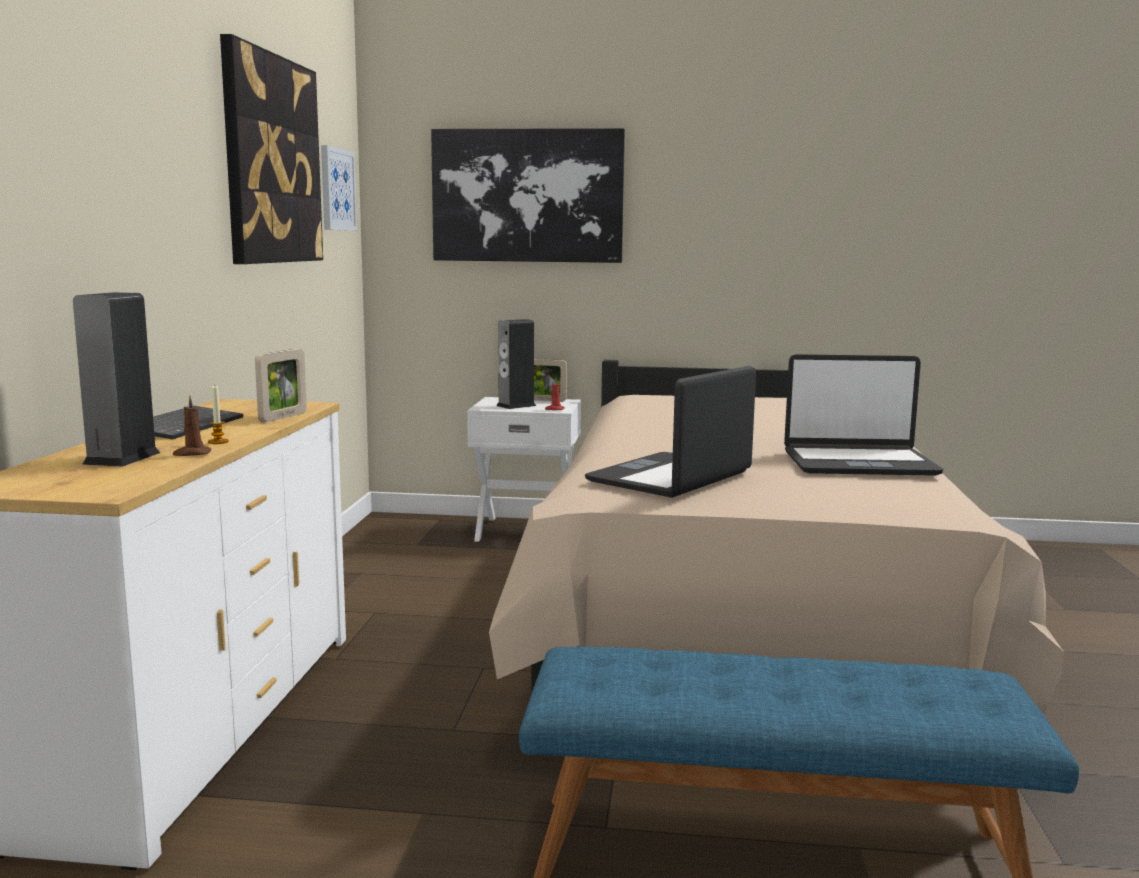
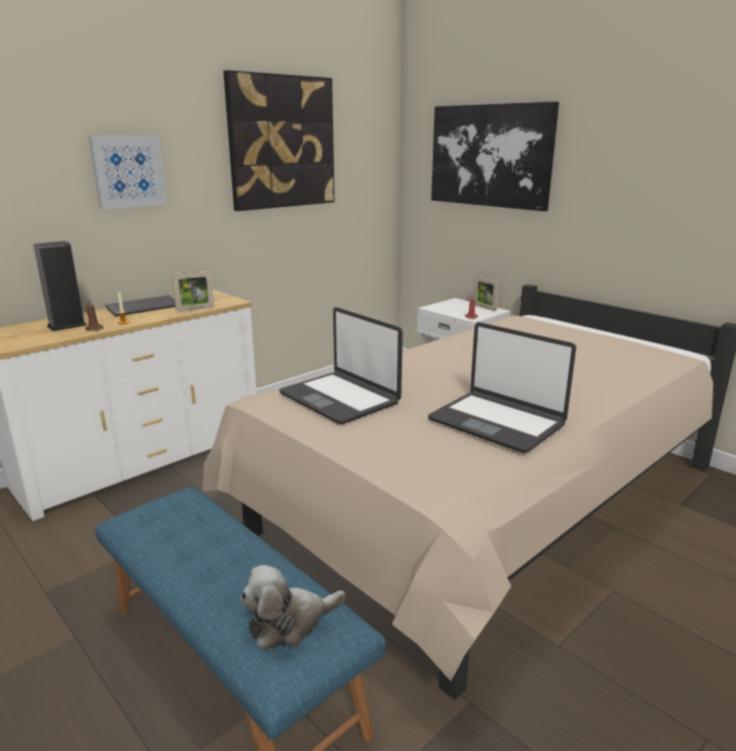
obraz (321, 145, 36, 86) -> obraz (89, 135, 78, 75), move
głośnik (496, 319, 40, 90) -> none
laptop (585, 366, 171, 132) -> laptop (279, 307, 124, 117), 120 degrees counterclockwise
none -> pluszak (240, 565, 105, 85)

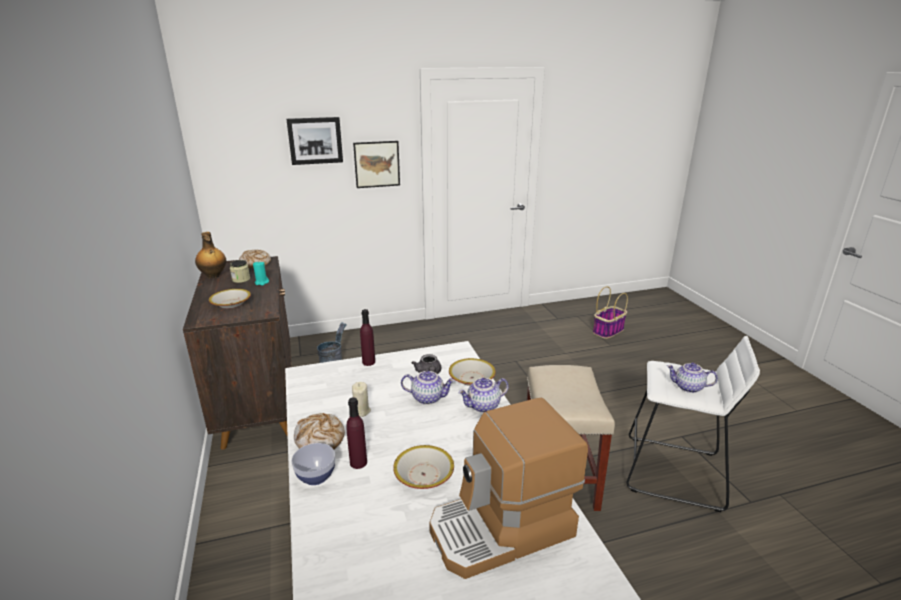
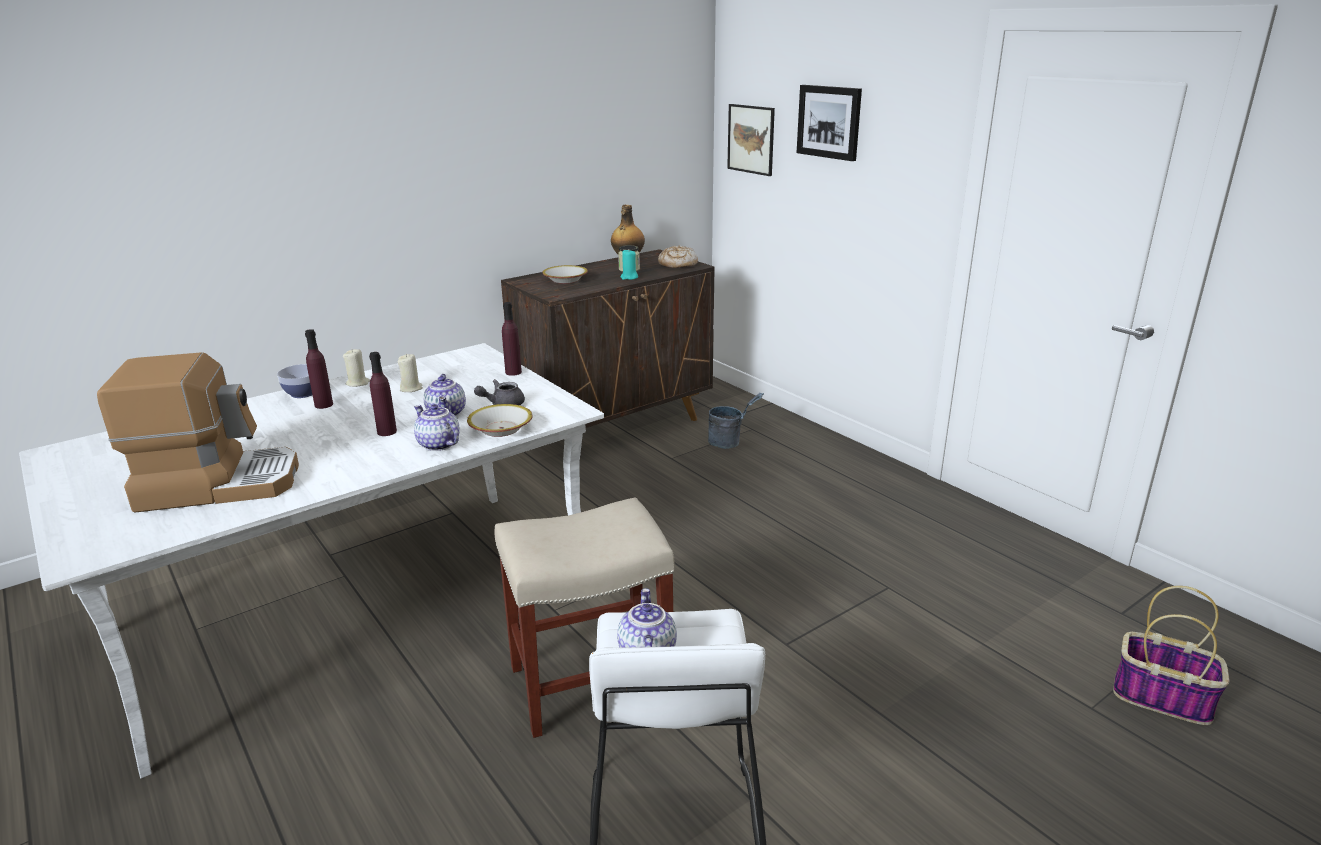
obraz (353, 141, 47, 47) -> obraz (727, 104, 48, 72), move
ekspres do kawy (429, 398, 159, 181) -> ekspres do kawy (97, 352, 202, 161), 120 degrees clockwise
chleb (294, 413, 51, 36) -> świeca/beżowy (343, 349, 27, 38)
miska (393, 445, 61, 44) -> none
none -> butelka/fioletowy (369, 352, 28, 84)

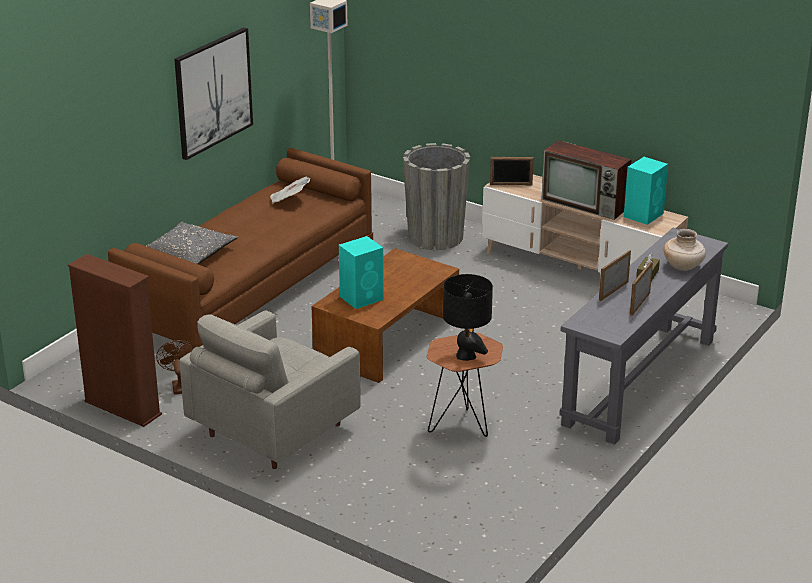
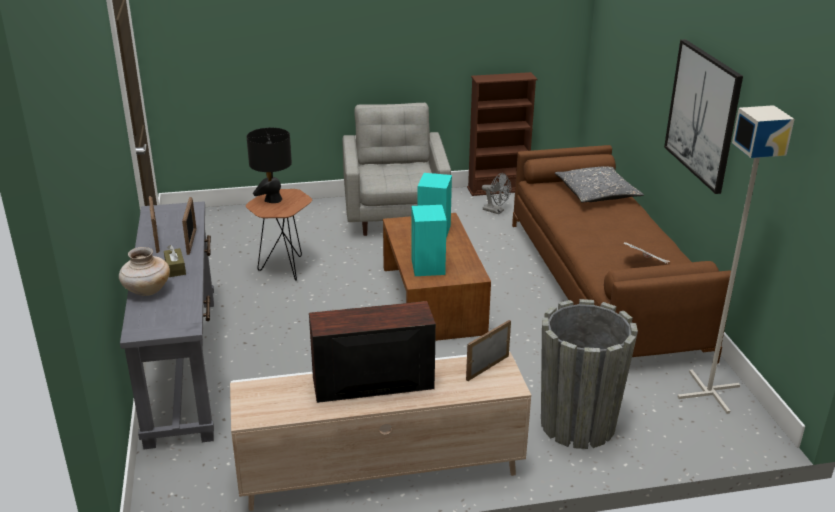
głośnik/turkusowy (624, 157, 44, 68) -> głośnik/turkusowy (411, 205, 36, 71), move
wentylator/brązowy (156, 340, 39, 55) -> wentylator/szary (482, 173, 29, 41)

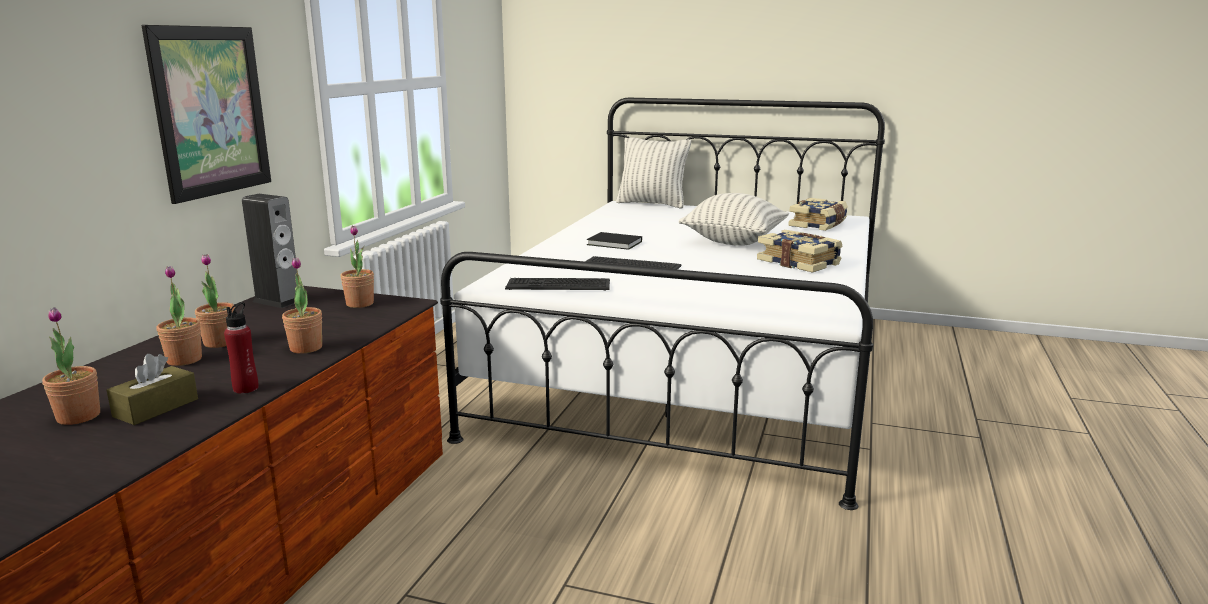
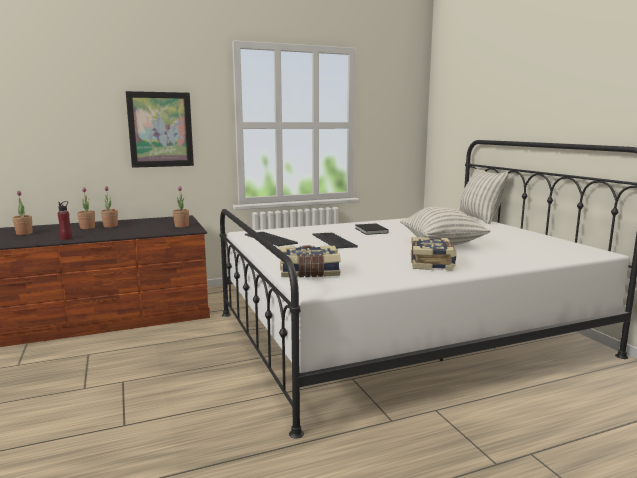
głośnik (242, 194, 55, 114) -> none
książka (788, 198, 60, 33) -> książka (280, 245, 61, 33), move
roślina doniczkowa (282, 257, 40, 97) -> none
pudełko chusteczek/brązowy (106, 354, 92, 71) -> none

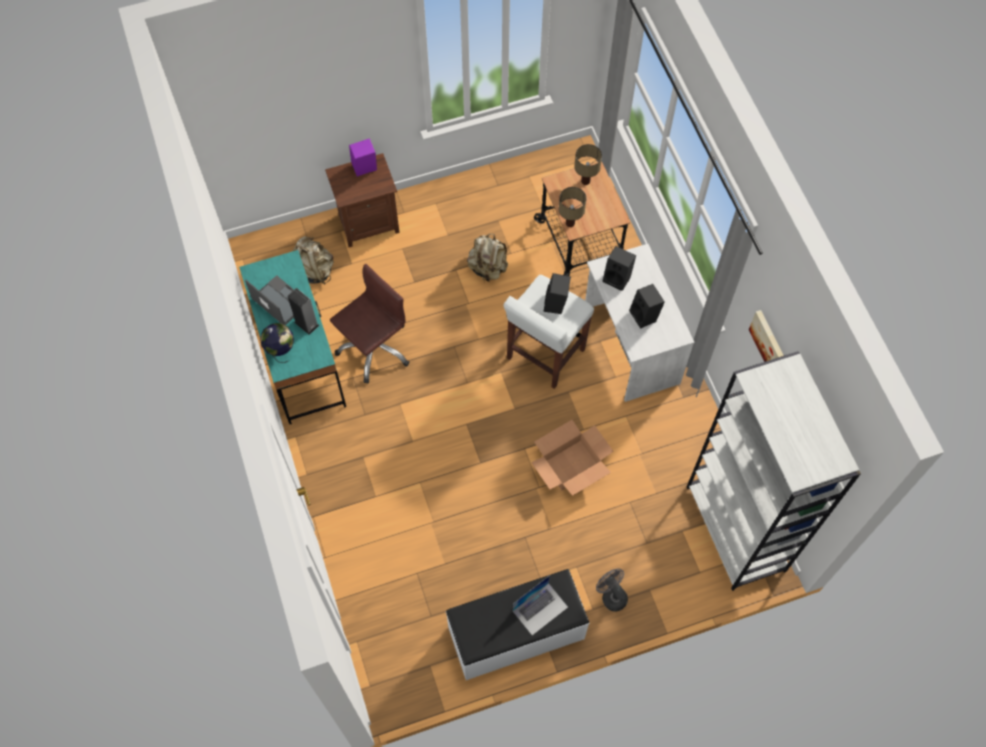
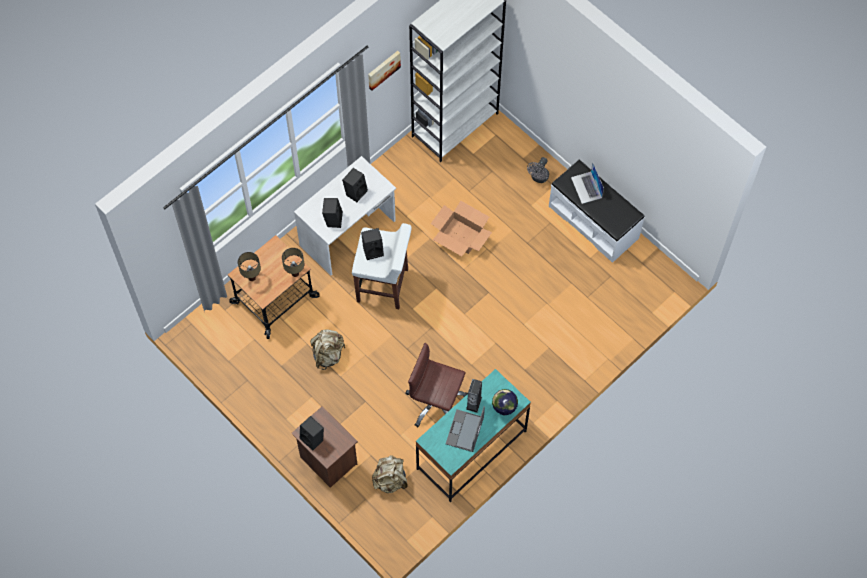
głośnik/fioletowy (349, 138, 28, 39) -> głośnik/czarny (300, 416, 24, 35)
laptop (513, 575, 55, 60) -> laptop (571, 162, 33, 42), 135 degrees counterclockwise

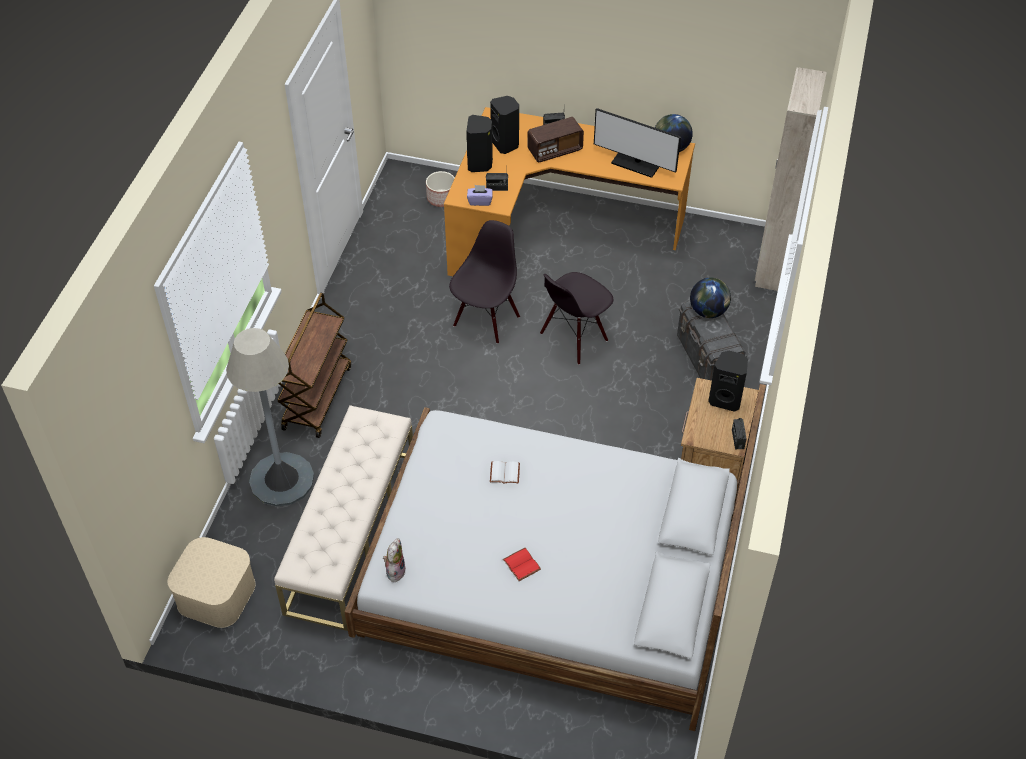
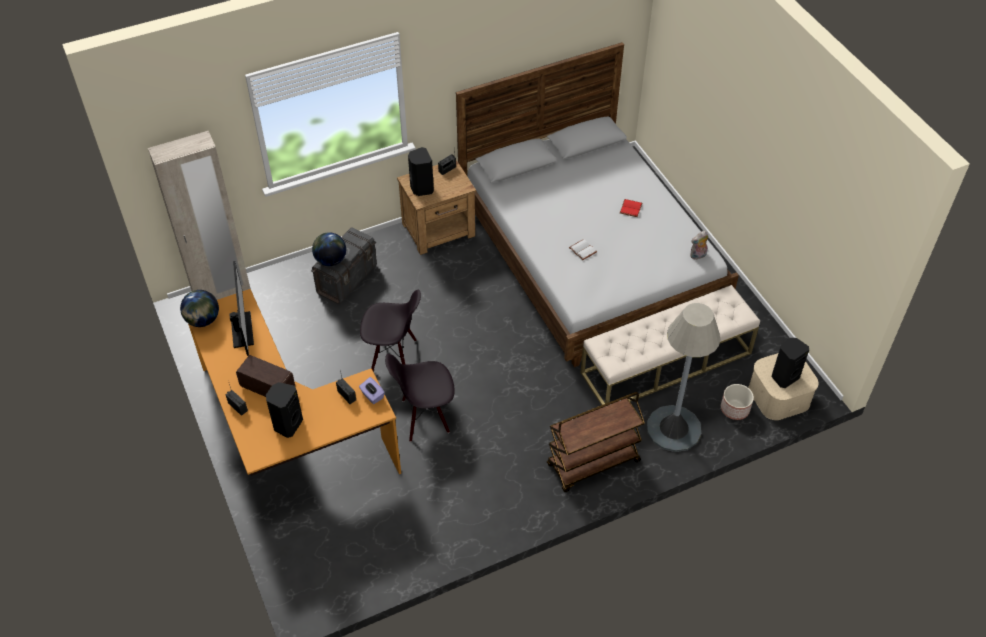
głośnik/czarny (466, 115, 27, 57) -> głośnik/czarny (772, 338, 37, 50), move
donica (426, 171, 29, 36) -> donica (721, 384, 33, 36), move

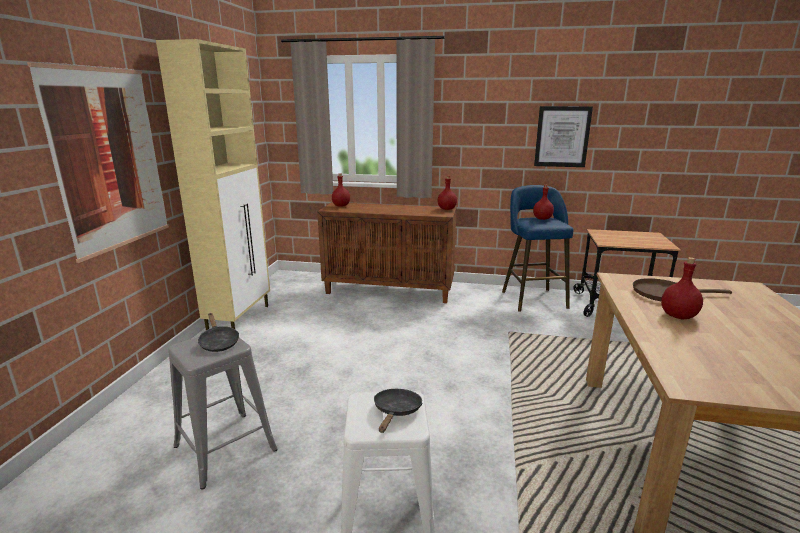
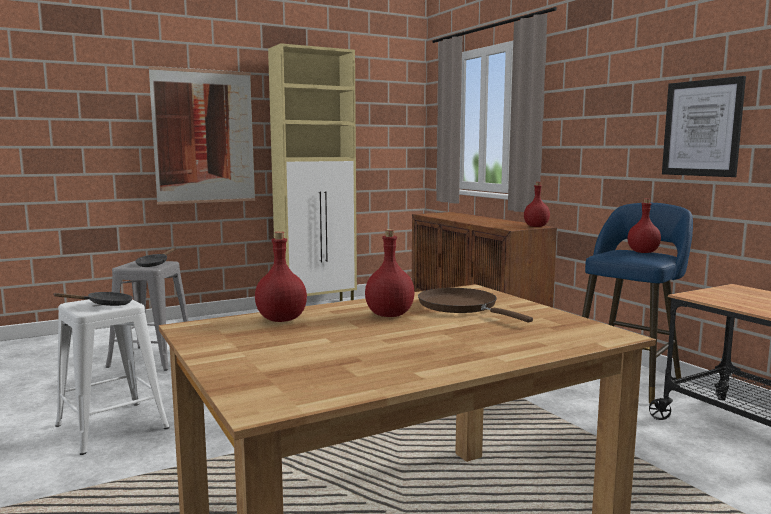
butelka/czerwony (332, 173, 18, 34) -> butelka/czerwony (255, 231, 52, 91), move

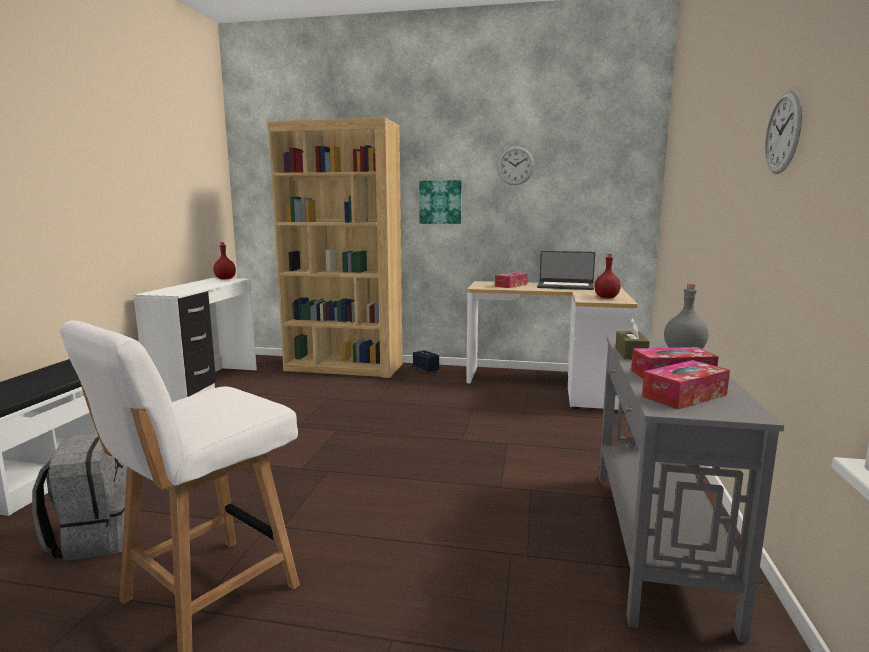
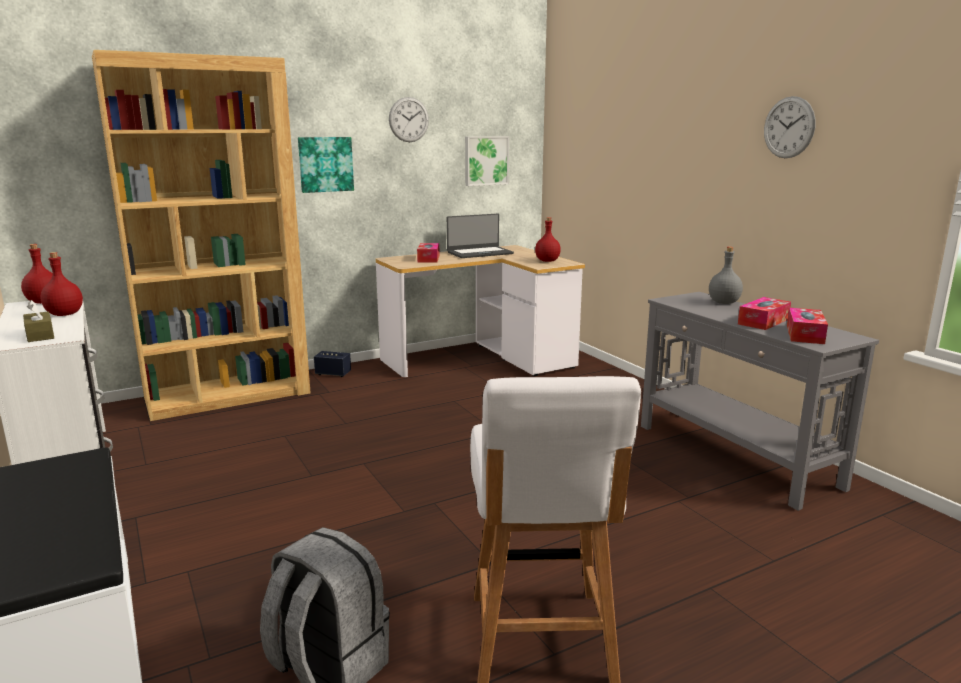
pudełko chusteczek/brązowy (615, 318, 35, 41) -> pudełko chusteczek/brązowy (23, 300, 31, 42), move
none -> obraz (465, 136, 44, 50)
none -> butelka/czerwony (40, 252, 43, 64)

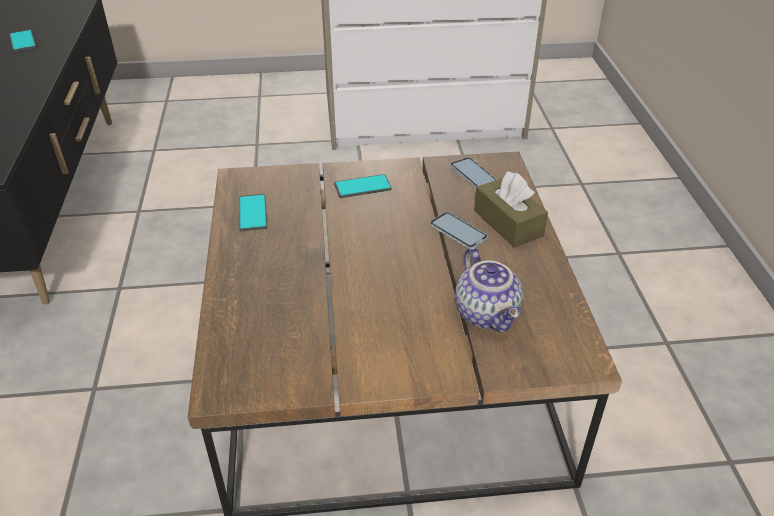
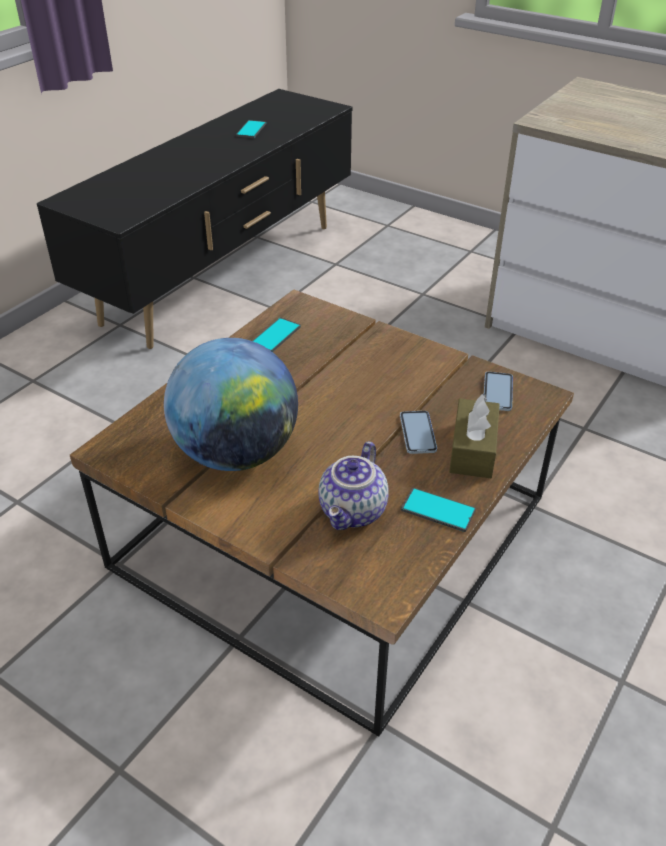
telefon (334, 174, 57, 24) -> telefon (401, 488, 75, 44), move
none -> globus (164, 338, 134, 133)

